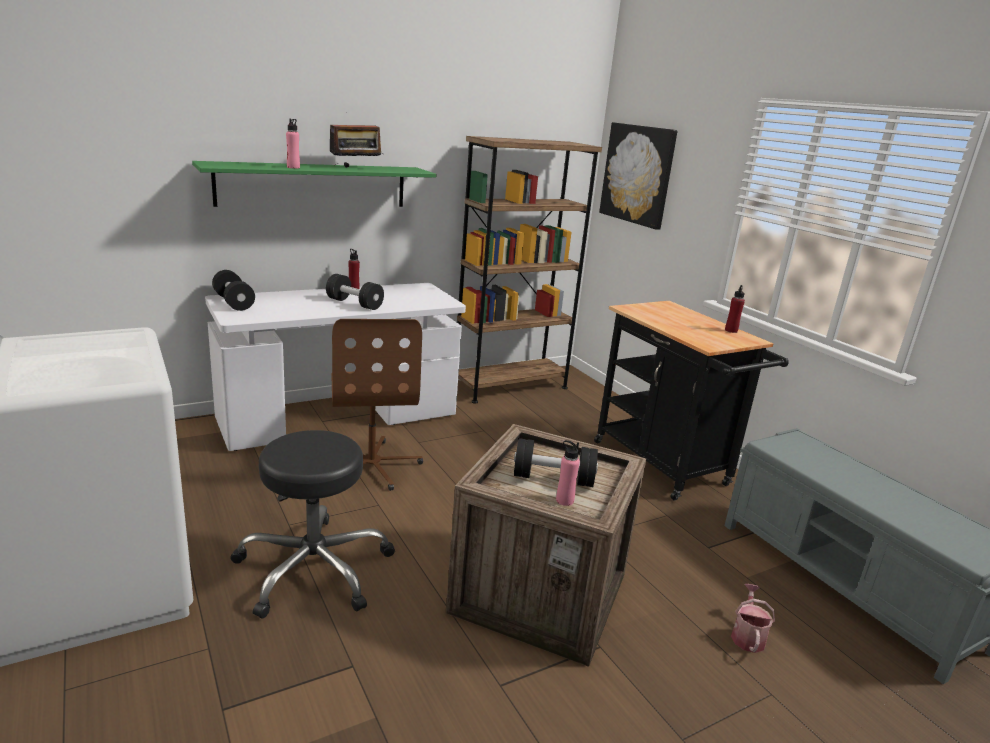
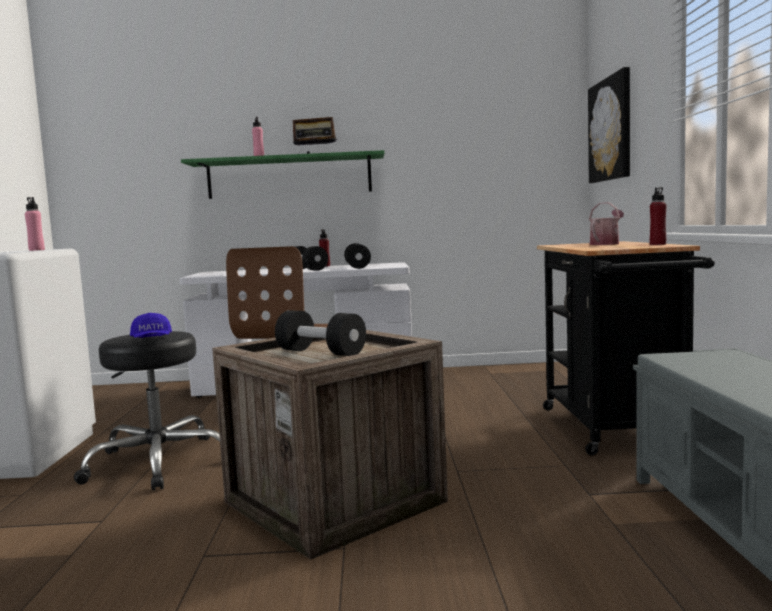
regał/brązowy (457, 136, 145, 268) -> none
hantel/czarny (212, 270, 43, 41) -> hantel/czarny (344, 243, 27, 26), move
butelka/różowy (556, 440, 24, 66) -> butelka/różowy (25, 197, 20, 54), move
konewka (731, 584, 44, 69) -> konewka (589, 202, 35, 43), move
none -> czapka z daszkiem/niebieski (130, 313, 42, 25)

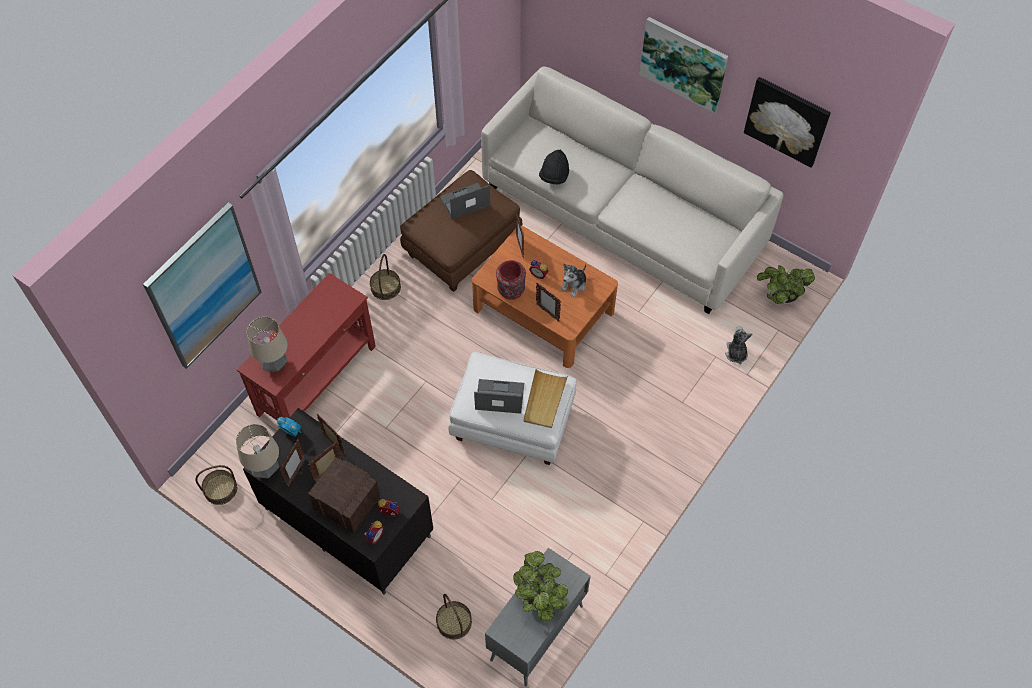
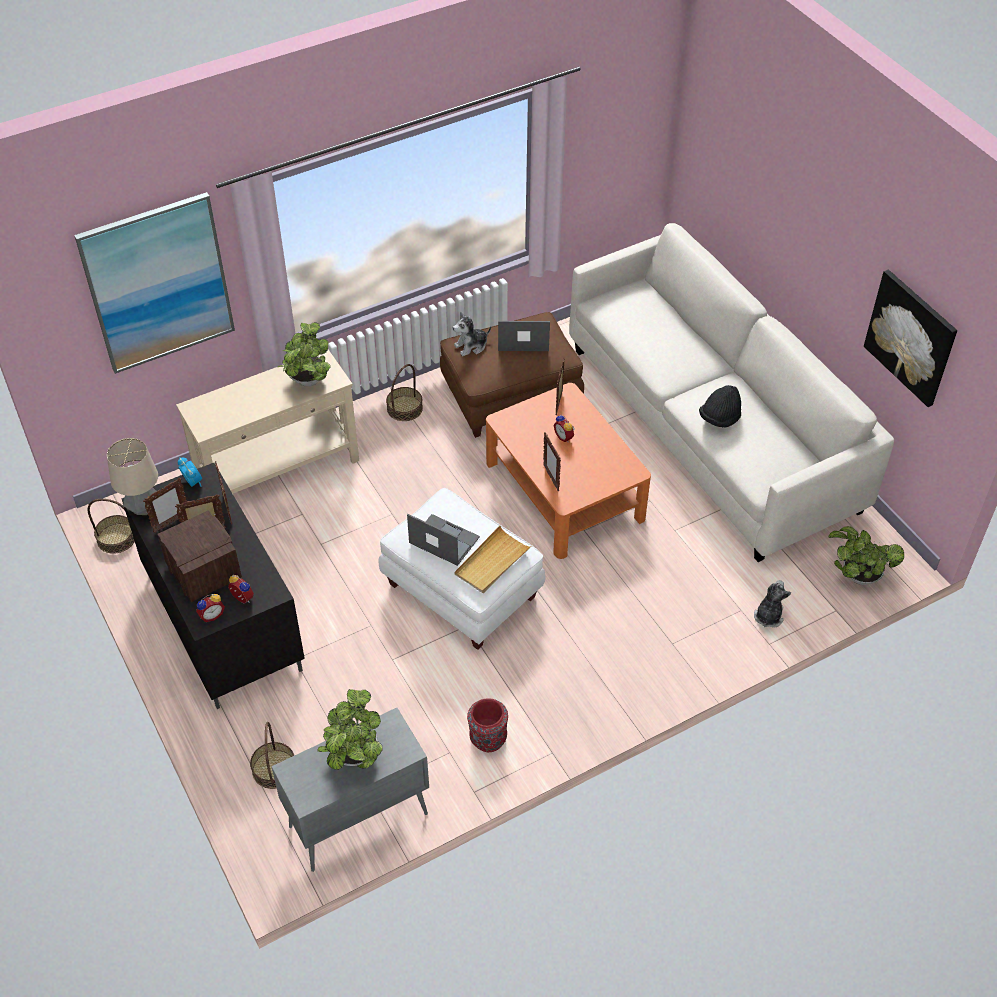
obraz (640, 17, 88, 96) -> none
kapelusz/czarny (539, 149, 30, 35) -> kapelusz/czarny (699, 385, 42, 42), move
wazon/czerwony (496, 260, 30, 40) -> wazon/czerwony (467, 698, 41, 54), move
pluszak (560, 264, 26, 33) -> pluszak (453, 312, 38, 44), move
stolik konsolowy/czerwony (237, 273, 139, 147) -> stolik konsolowy/beżowy (176, 349, 183, 145)
lampa stołowa (247, 317, 41, 55) -> none
none -> roślina doniczkowa (278, 322, 53, 65)

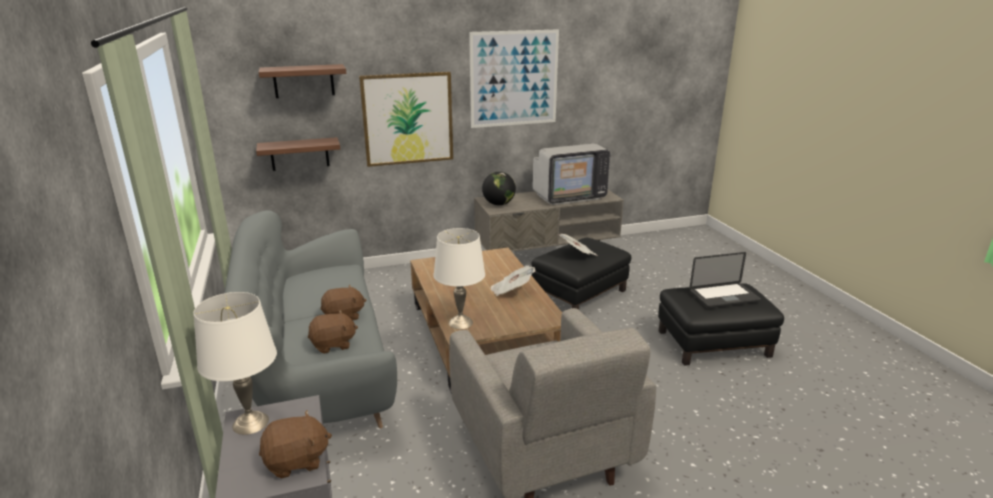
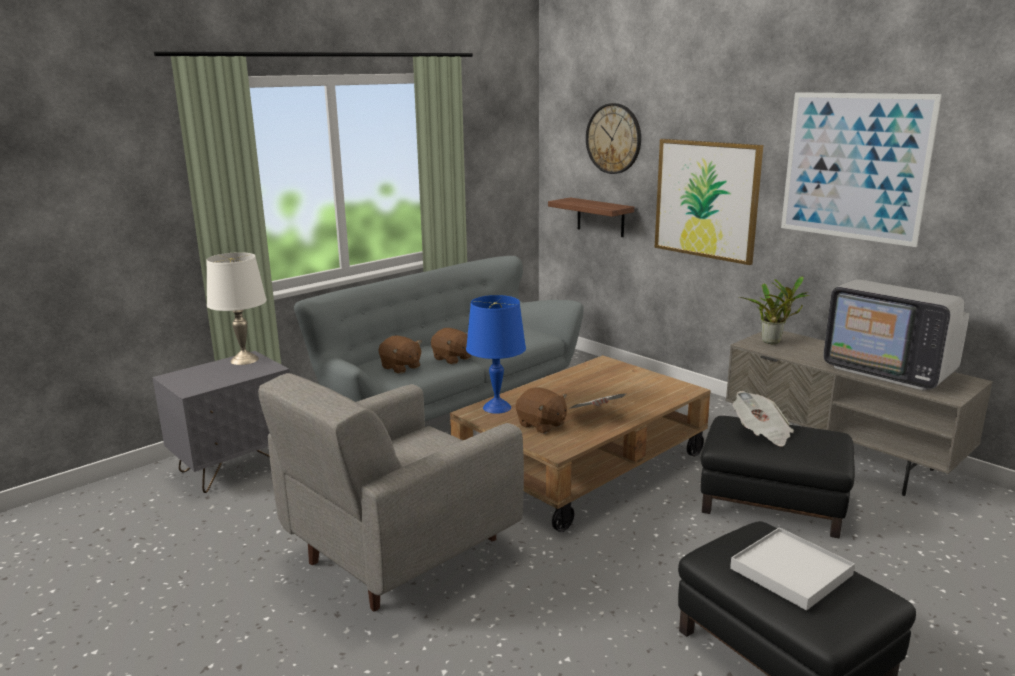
półka (259, 64, 87, 34) -> zegar ścienny (586, 103, 55, 71)
globus (482, 172, 34, 33) -> roślina doniczkowa (739, 276, 71, 68)
lampa stołowa/biały (433, 228, 52, 101) -> lampa stołowa/niebieski (466, 295, 60, 119)
laptop (689, 252, 72, 56) -> taca/biały (730, 527, 125, 84)
pluszak/brązowy (259, 410, 73, 68) -> pluszak/brązowy (516, 387, 51, 47), move

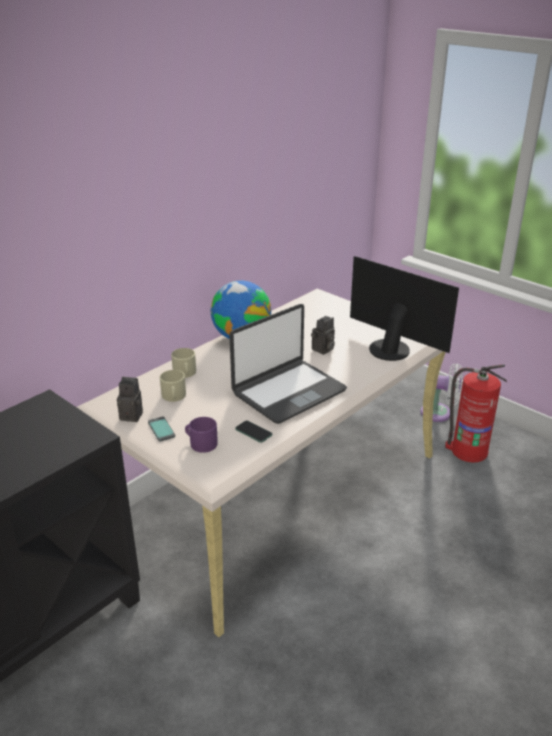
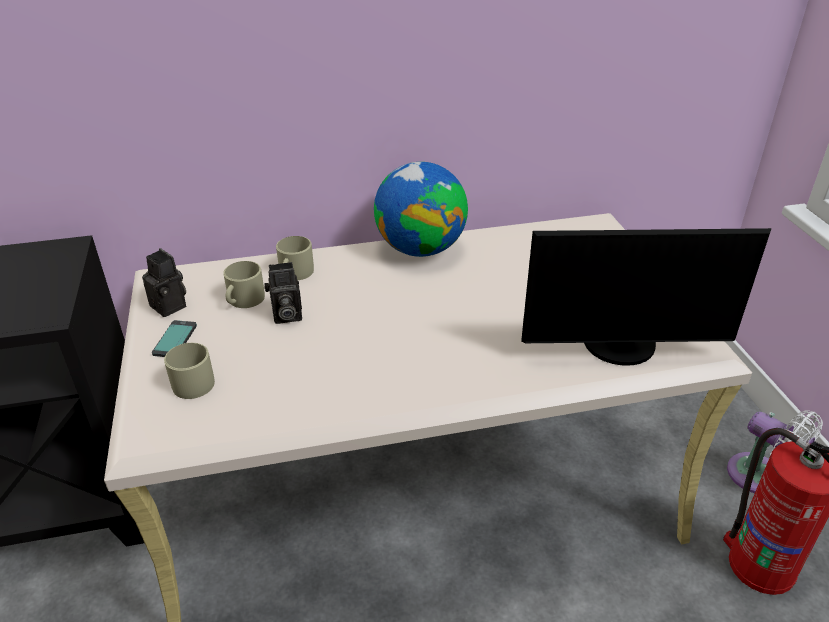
monitor (350, 256, 109, 105) -> monitor (521, 228, 251, 138), 105 degrees clockwise
laptop (229, 304, 118, 120) -> none
aparat fotograficzny (311, 316, 24, 39) -> aparat fotograficzny (264, 262, 38, 62), move
kubek/fioletowy (185, 417, 33, 36) -> kubek/beżowy (164, 343, 51, 56)
telefon (235, 421, 38, 22) -> none

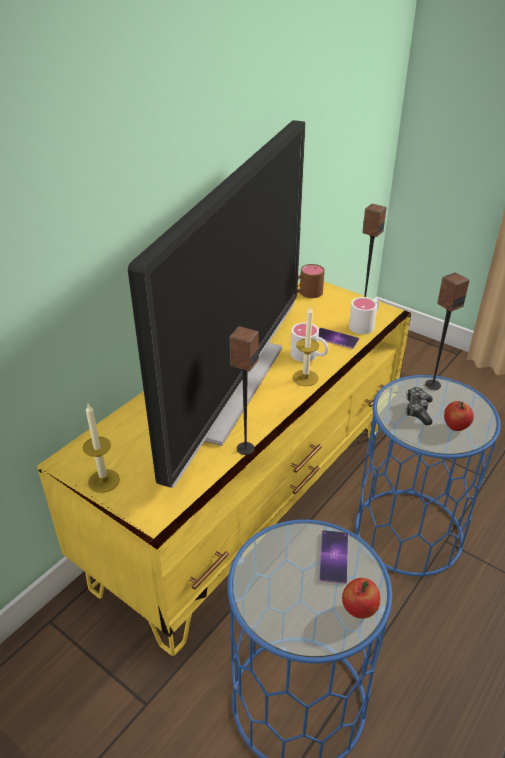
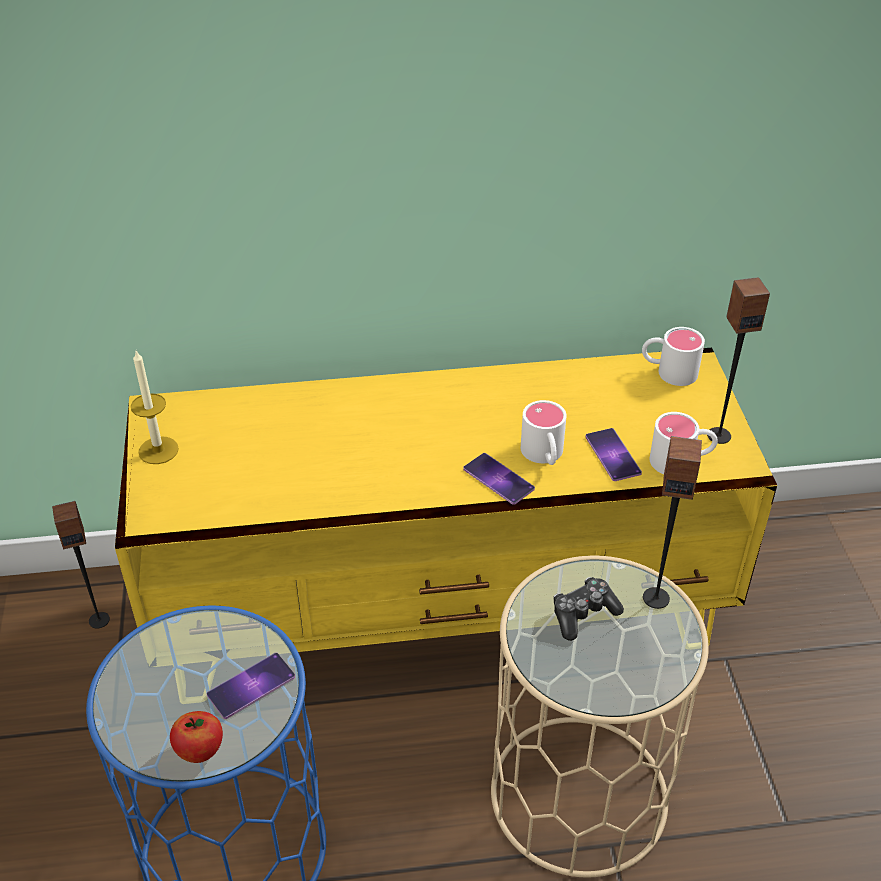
telewizor (128, 120, 178, 368) -> none
kubek/brązowy (297, 264, 28, 34) -> kubek/biały (642, 327, 63, 59)
świeca (293, 306, 26, 80) -> telefon (463, 453, 72, 52)
głośnik (230, 326, 29, 129) -> głośnik (52, 501, 58, 128), move
stolik/niebieski (355, 375, 146, 201) -> stolik/beżowy (491, 556, 218, 321)
jabłko (444, 401, 30, 30) -> none

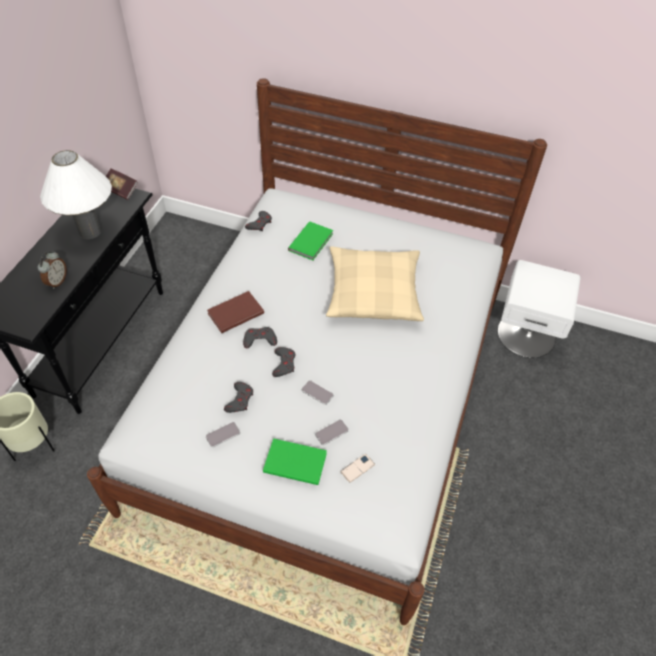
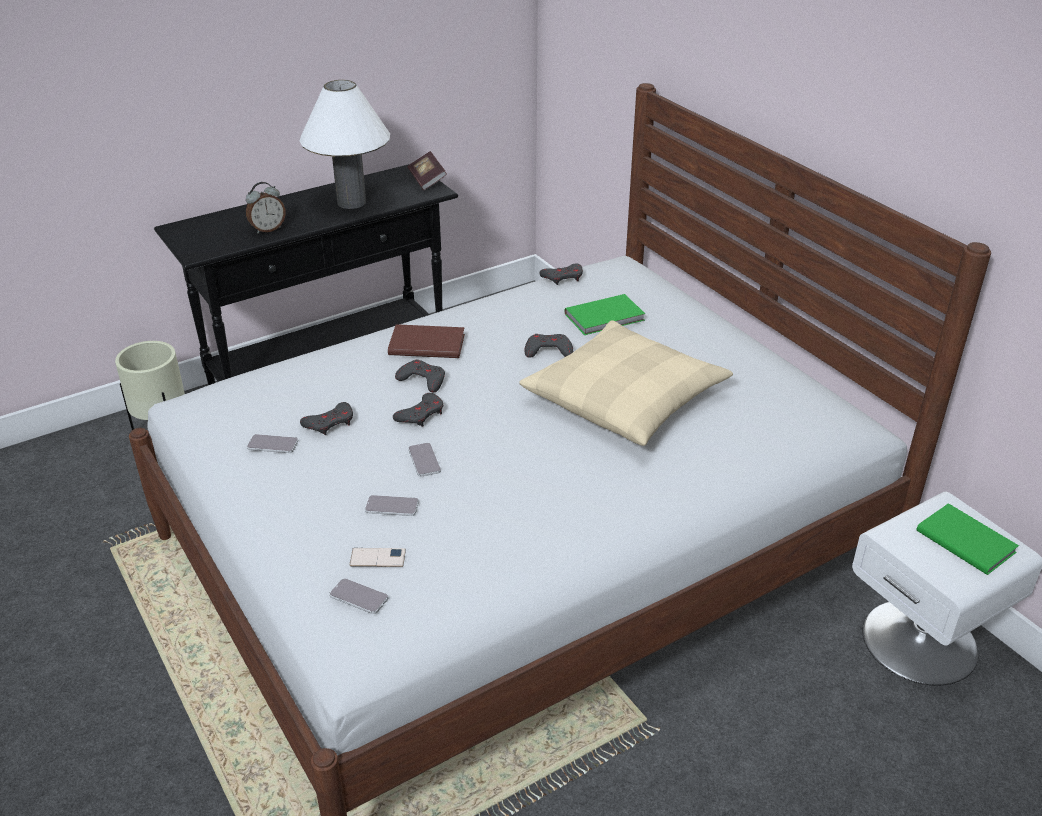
książka/zielony (263, 438, 64, 47) -> książka/zielony (916, 503, 103, 72), move
none -> pad do gier/szary (524, 334, 49, 24)
none -> telefon (330, 578, 58, 36)

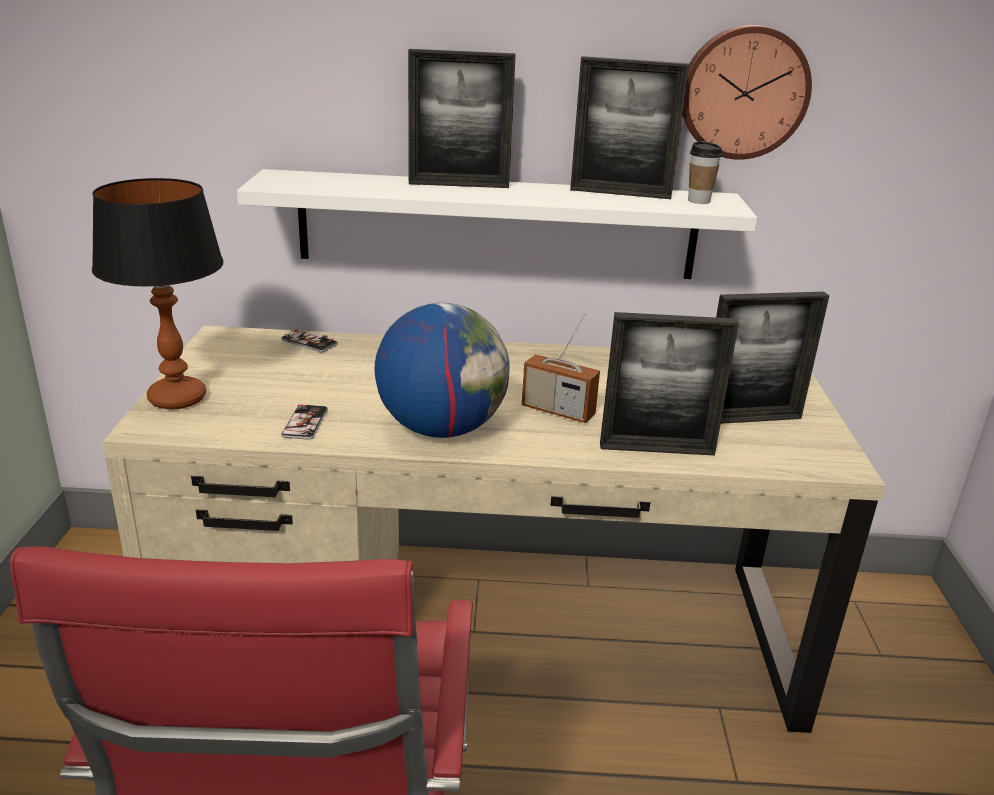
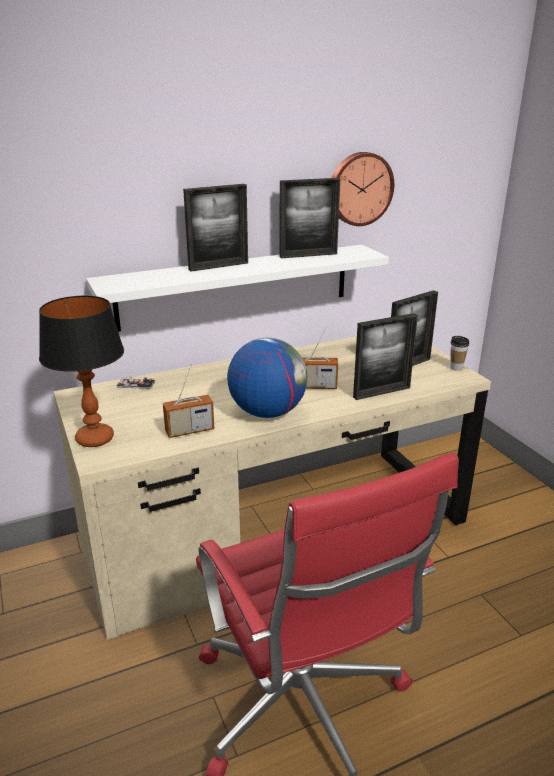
filiżanka (688, 141, 34, 63) -> filiżanka (450, 336, 19, 35), move
telefon (281, 405, 47, 35) -> radio (163, 364, 51, 74)

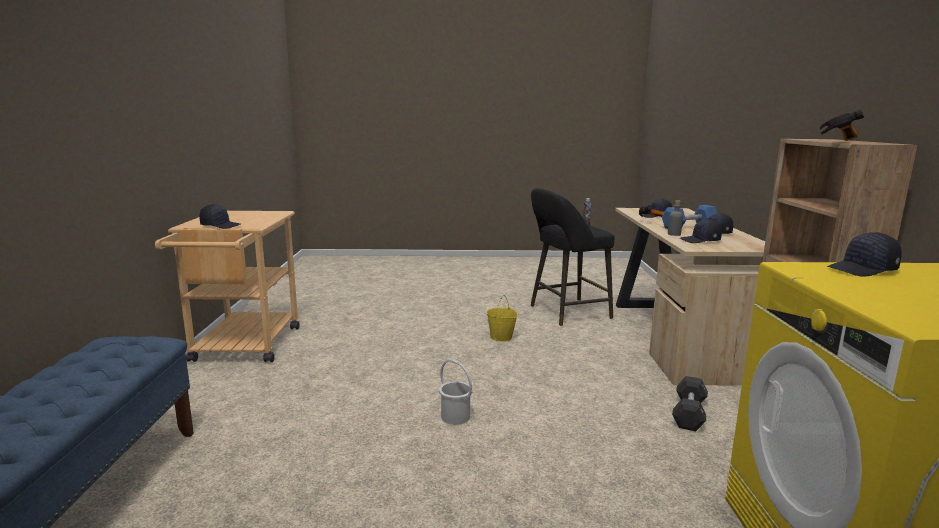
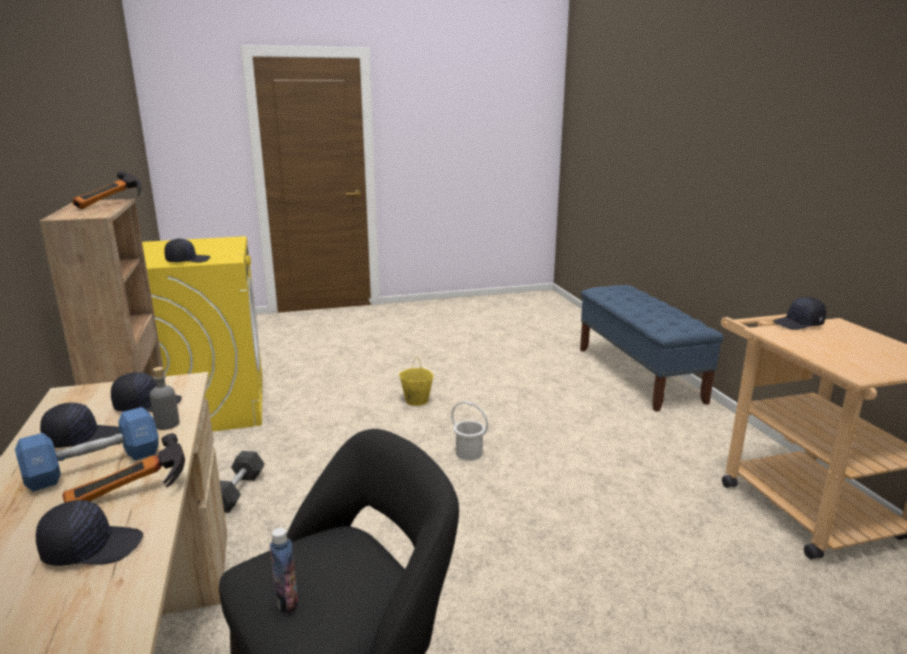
wiadro/żółty (486, 295, 32, 47) -> wiadro/żółty (399, 356, 35, 50), move

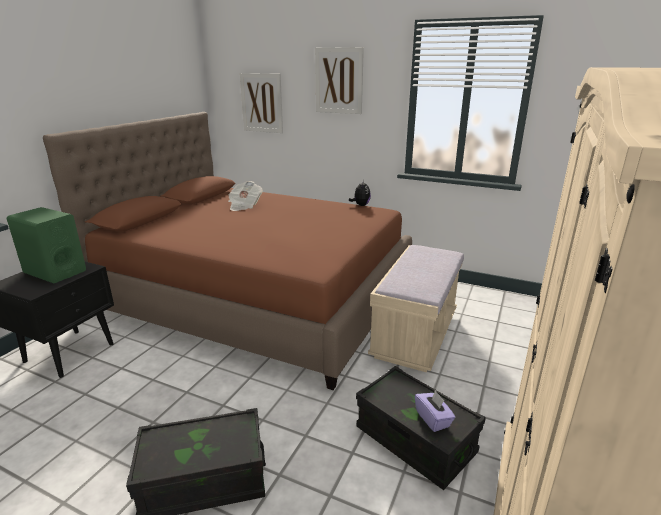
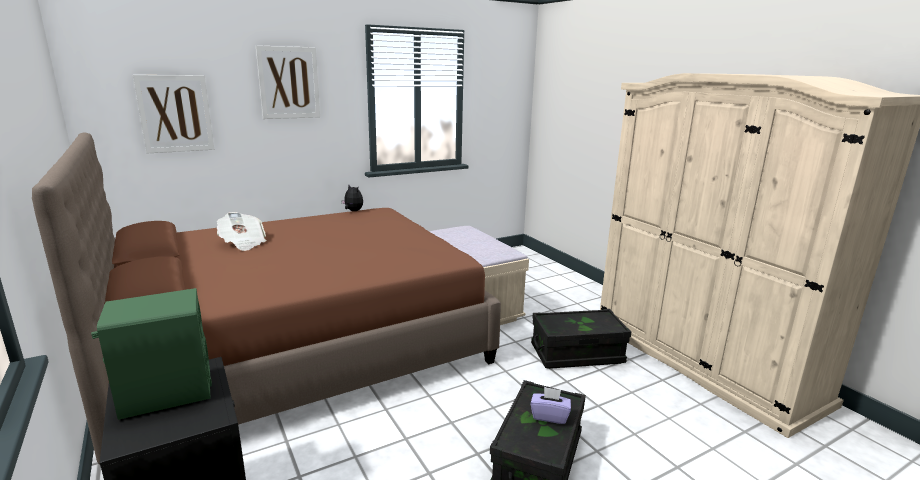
pudełko chusteczek/fioletowy (415, 390, 40, 42) -> pudełko chusteczek/fioletowy (531, 387, 40, 37), move

